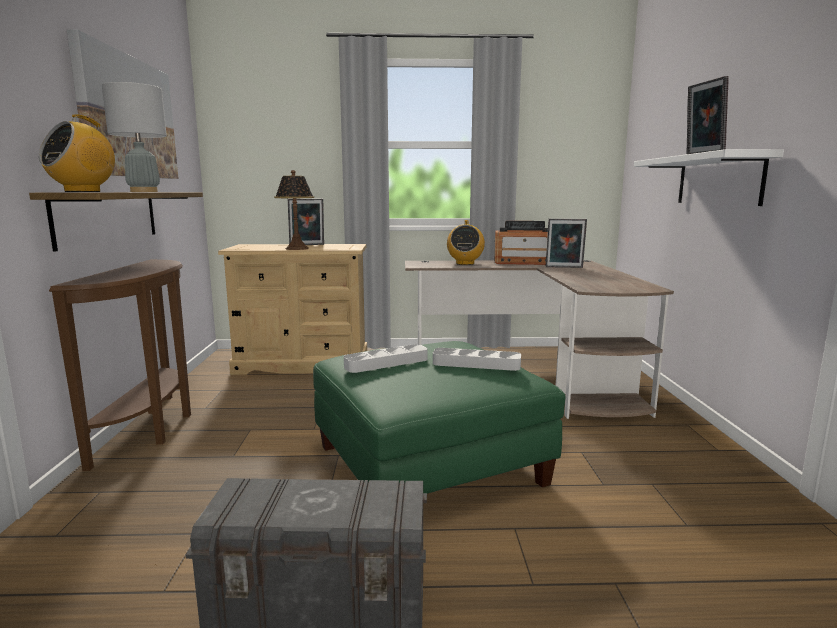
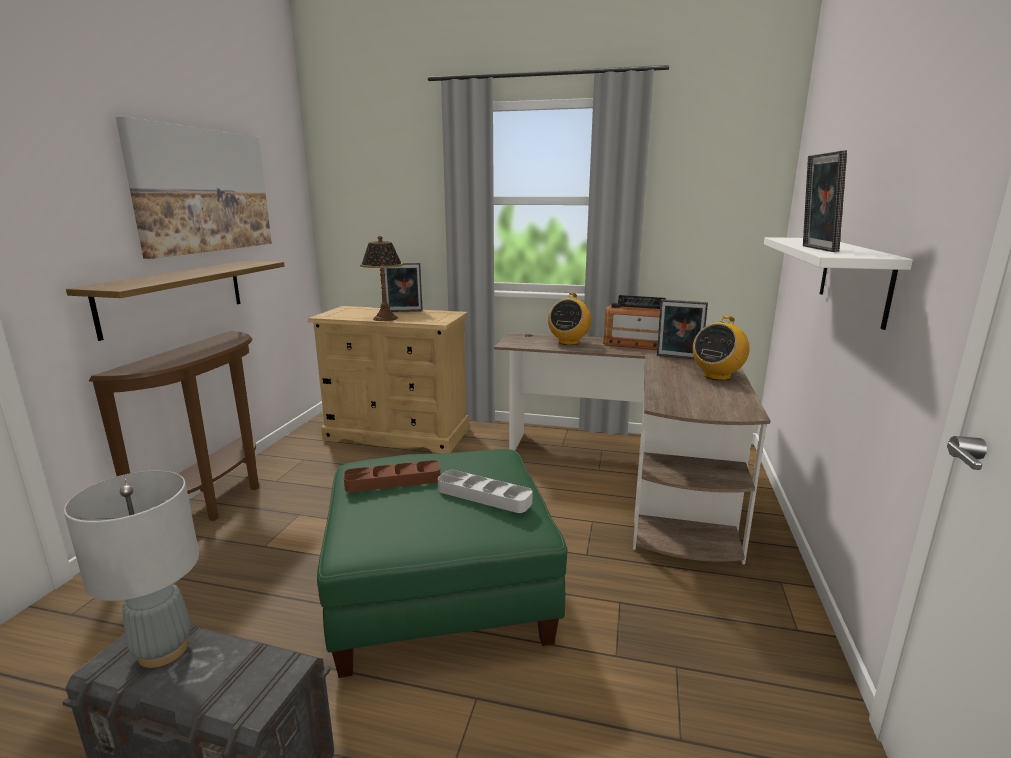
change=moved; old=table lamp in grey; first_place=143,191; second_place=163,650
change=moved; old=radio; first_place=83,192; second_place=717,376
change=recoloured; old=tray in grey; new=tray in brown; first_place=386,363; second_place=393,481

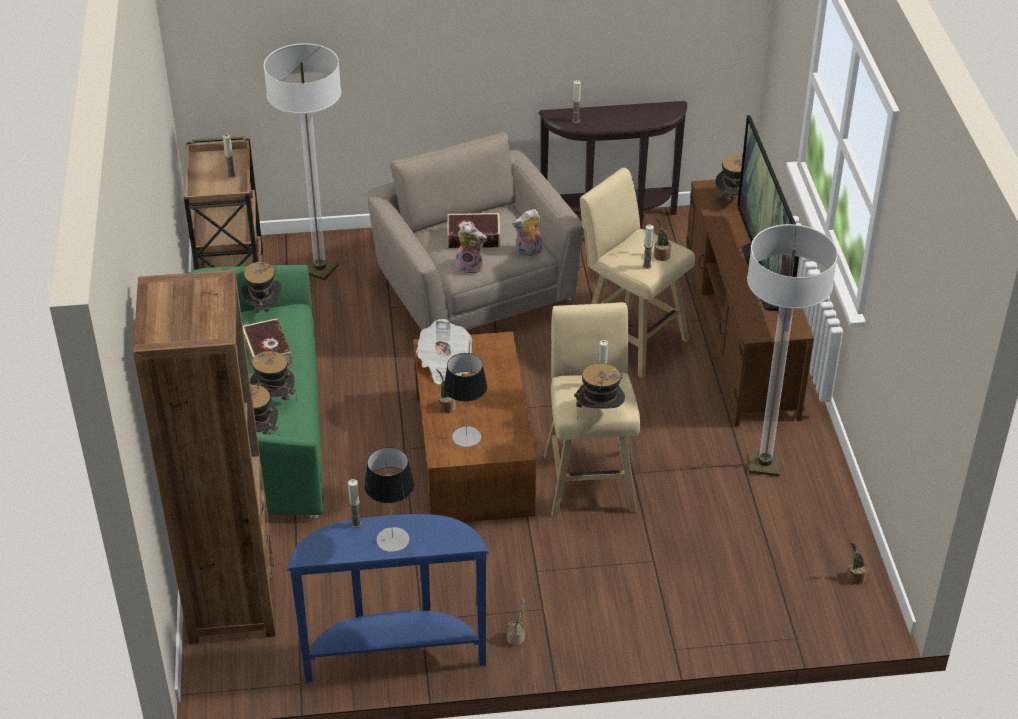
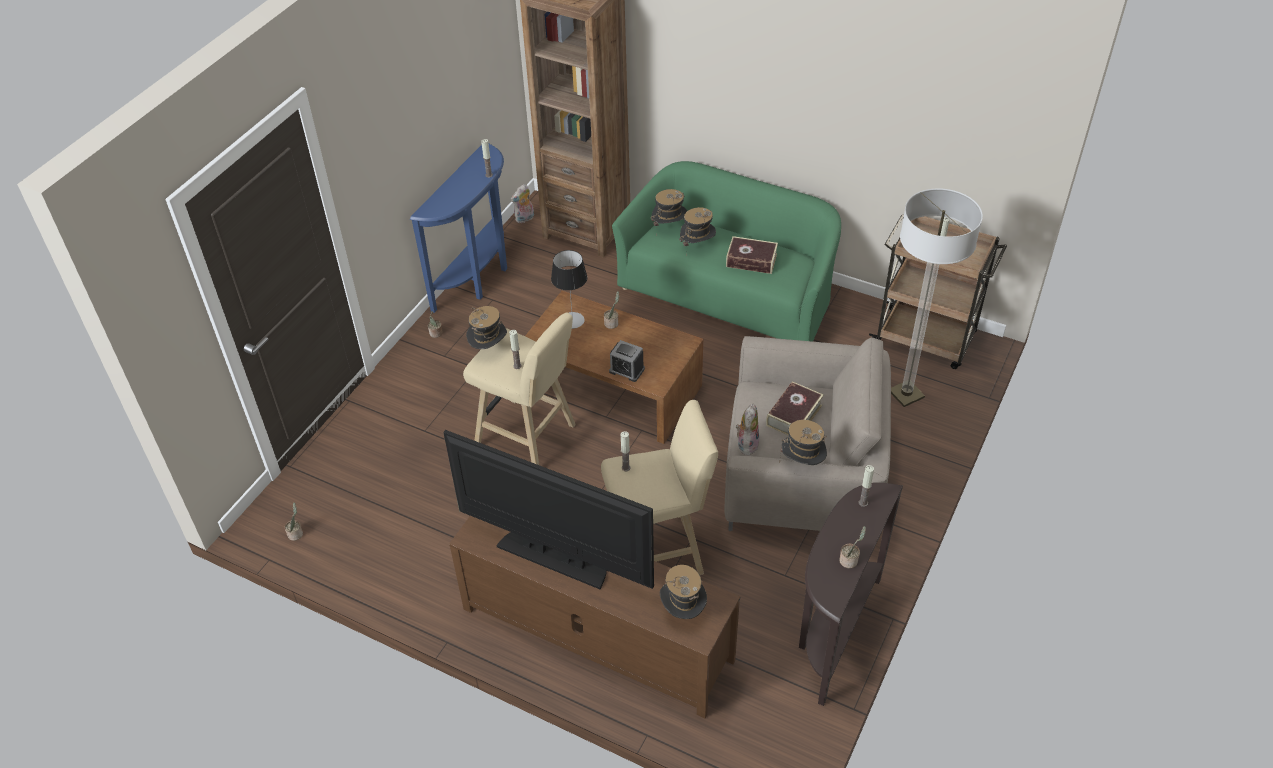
change=moved; old=potted plant; first_place=661,255; second_place=850,560
change=moved; old=plush toy; first_place=471,266; second_place=524,219
change=removed; old=floor lamp; first_place=764,464
change=moved; old=hat; first_place=263,309; second_place=802,464
change=removed; old=newspaper; first_place=445,364
change=removed; old=table lamp; first_place=392,539
change=added; new=alarm clock; second_place=627,370

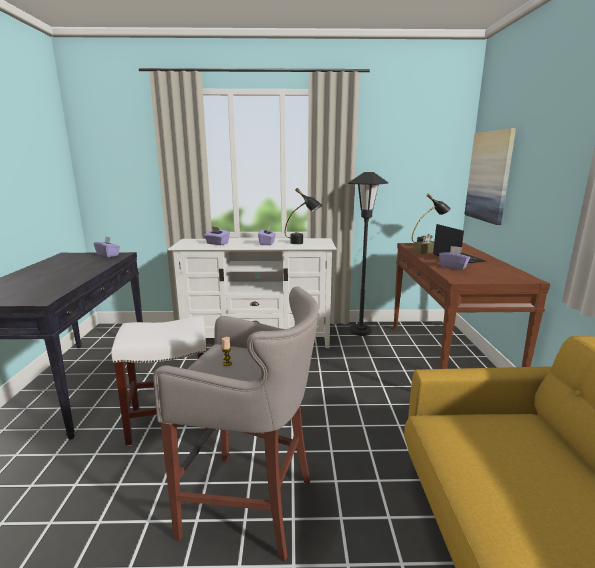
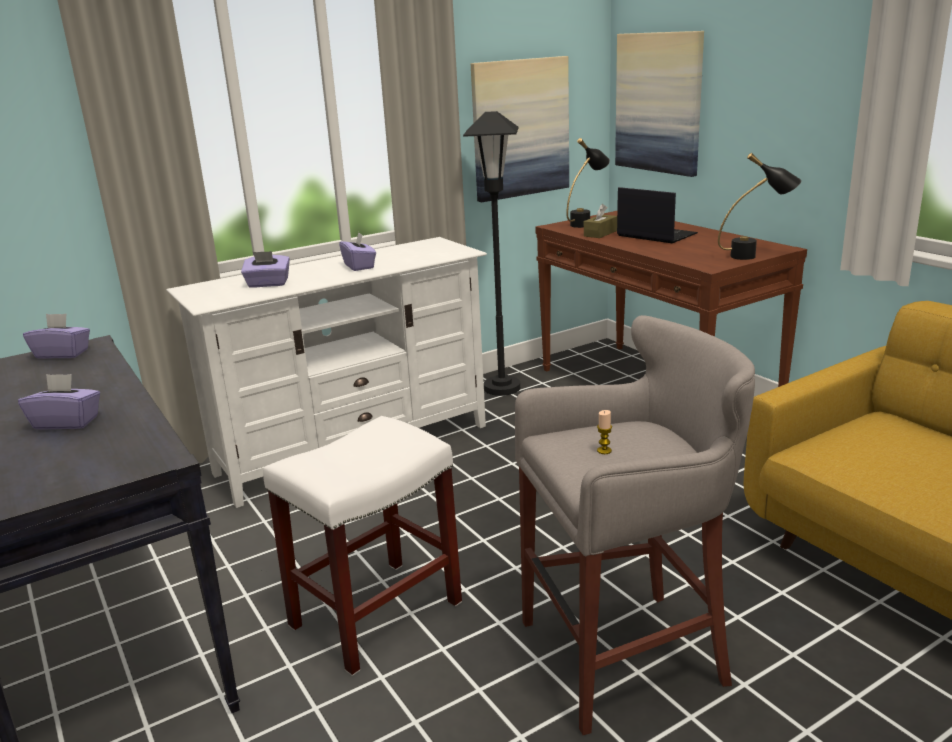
change=moved; old=table lamp in black; first_place=302,243; second_place=754,256
change=moved; old=tissue box in purple; first_place=453,267; second_place=67,422
change=added; new=picture; second_place=520,128

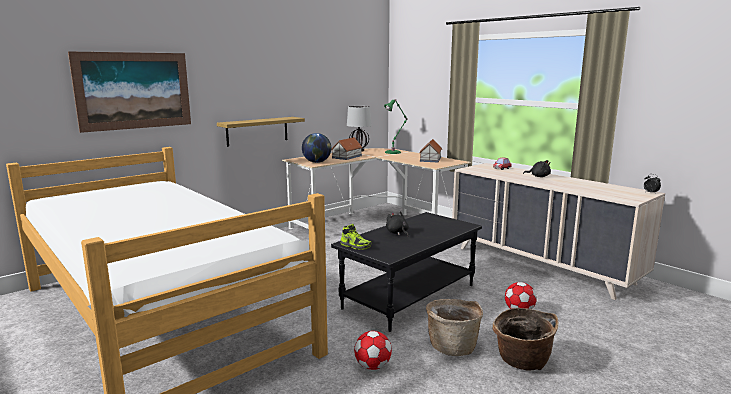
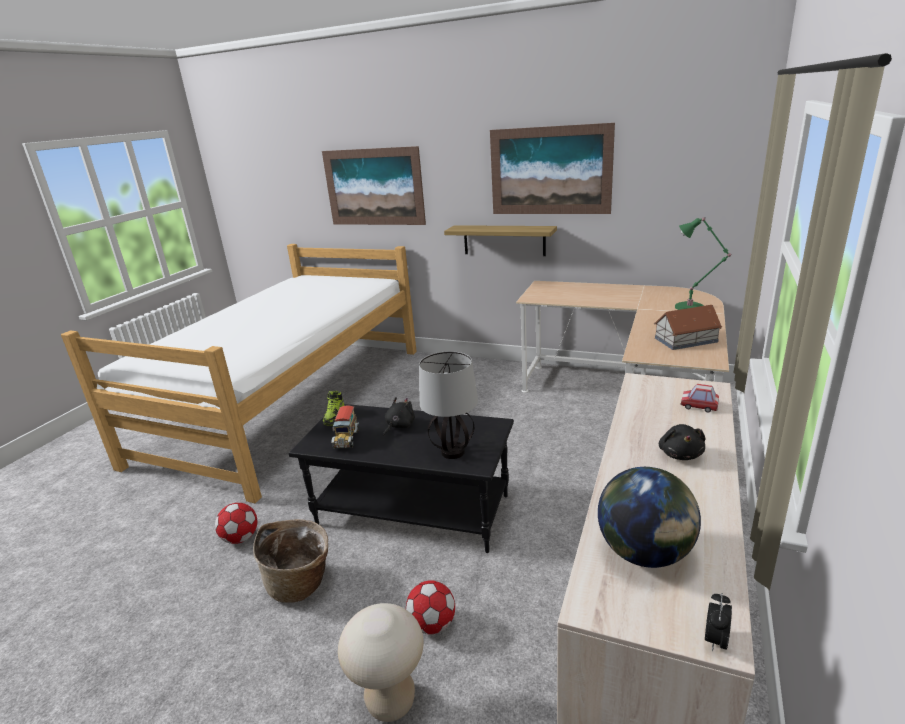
change=moved; old=table lamp; first_place=359,150; second_place=453,452
change=moved; old=globe; first_place=317,162; second_place=645,553
change=removed; old=toy house; first_place=347,157
change=removed; old=basket; first_place=521,362
change=added; new=picture; second_place=550,171
change=added; new=toy truck; second_place=346,439
change=added; new=stool in beige; second_place=391,701

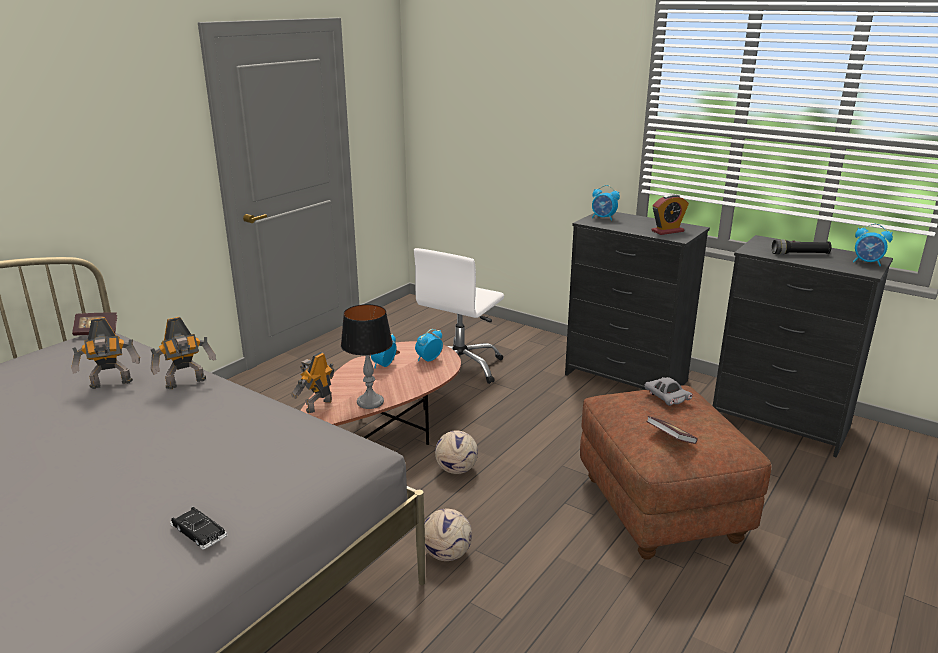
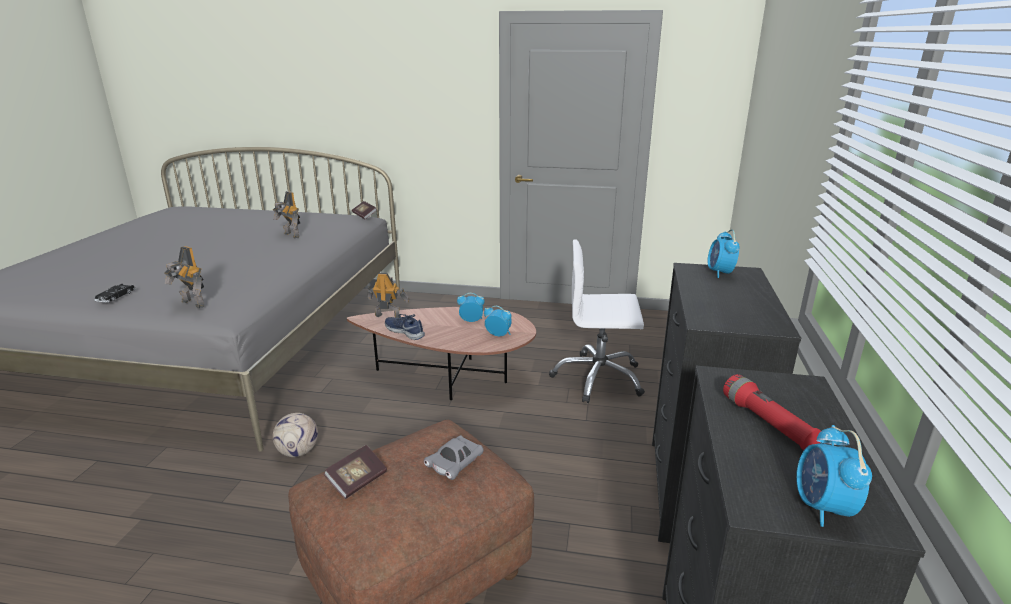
change=removed; old=alarm clock; first_place=667,231
change=recoloured; old=flashlight in black; new=flashlight in red; first_place=800,254; second_place=767,423
change=replaced; old=table lamp; new=shoe in blue; first_place=370,402; second_place=405,331
change=moved; old=toy robot; first_place=187,384; second_place=192,304
change=removed; old=football; first_place=456,469

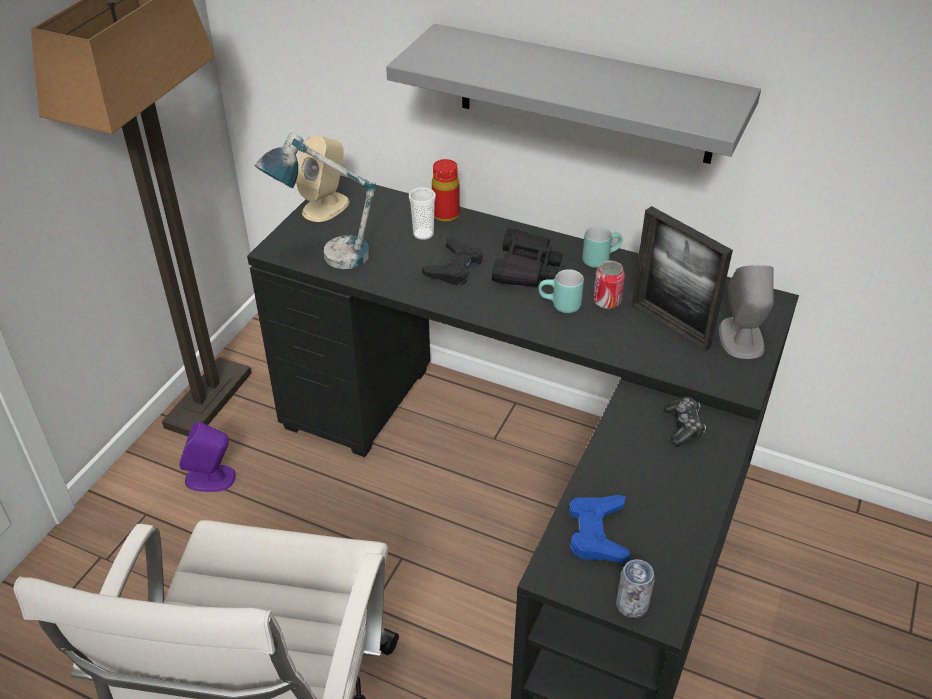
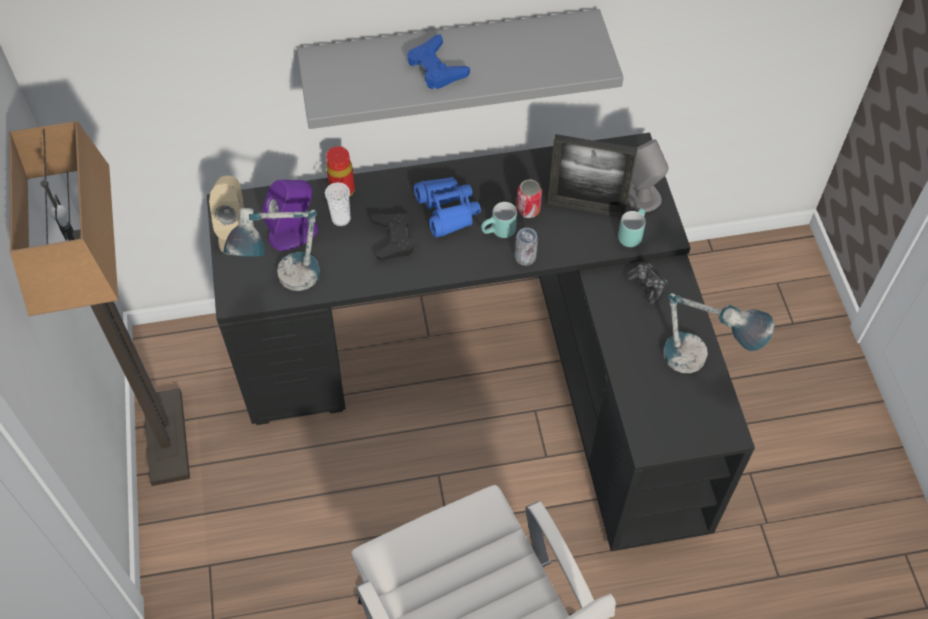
change=moved; old=mug in turquoise; first_place=600,258; second_place=630,234
change=recoloured; old=binoculars in black; new=binoculars in blue; first_place=526,269; second_place=447,211
change=moved; old=speaker in purple; first_place=211,478; second_place=294,232
change=moved; old=game controller in blue; first_place=597,533; second_place=436,68
change=moved; old=can; first_place=632,605; second_place=525,257
change=added; new=table lamp; second_place=701,365

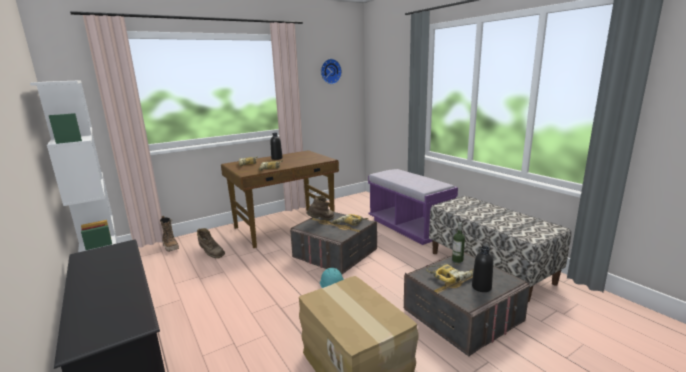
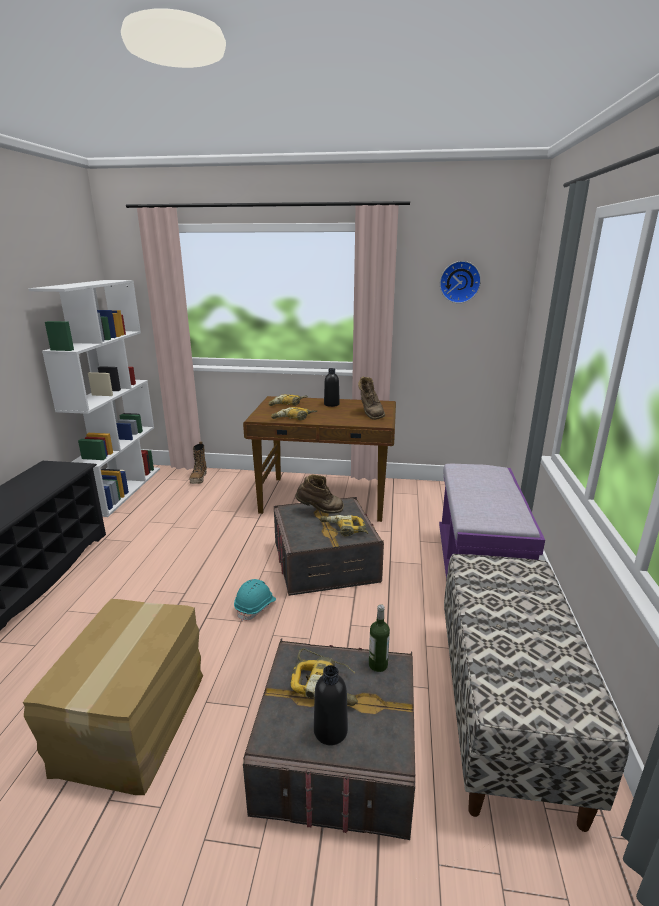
change=moved; old=boot in brown; first_place=211,254; second_place=370,414

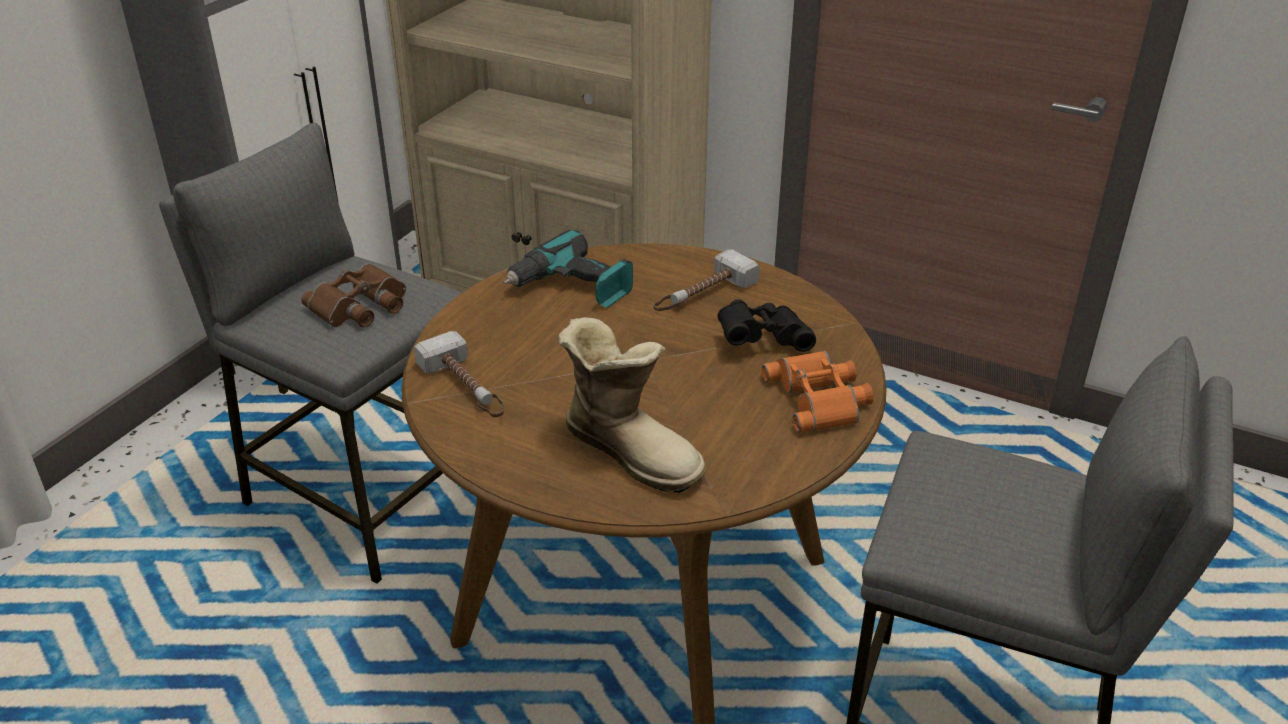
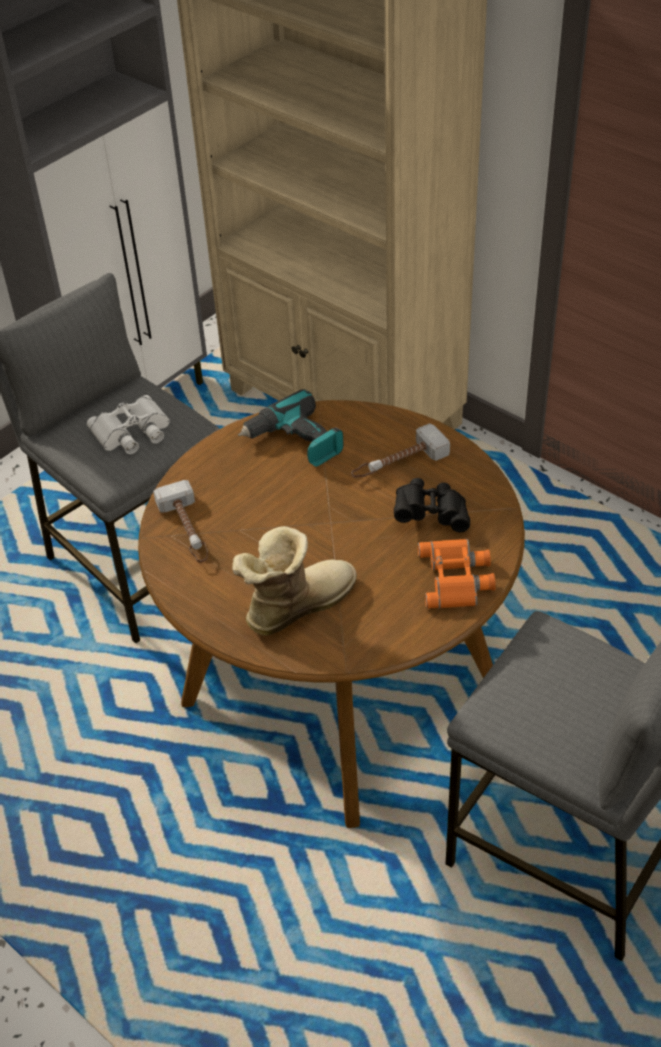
change=recoloured; old=binoculars in brown; new=binoculars in white; first_place=361,306; second_place=132,432
change=turned; old=boot; first_place=632,450; second_place=295,605; degrees=-90

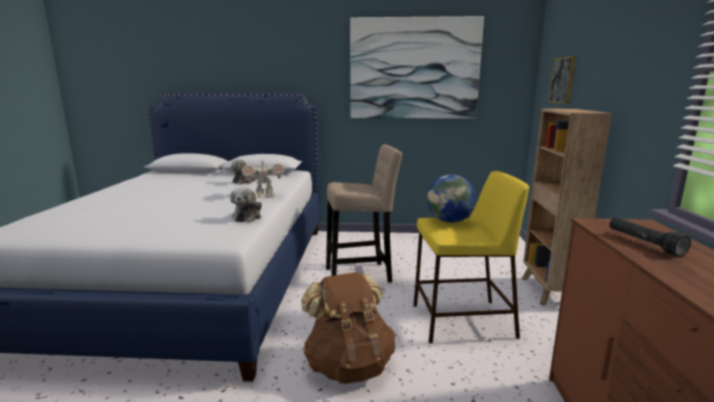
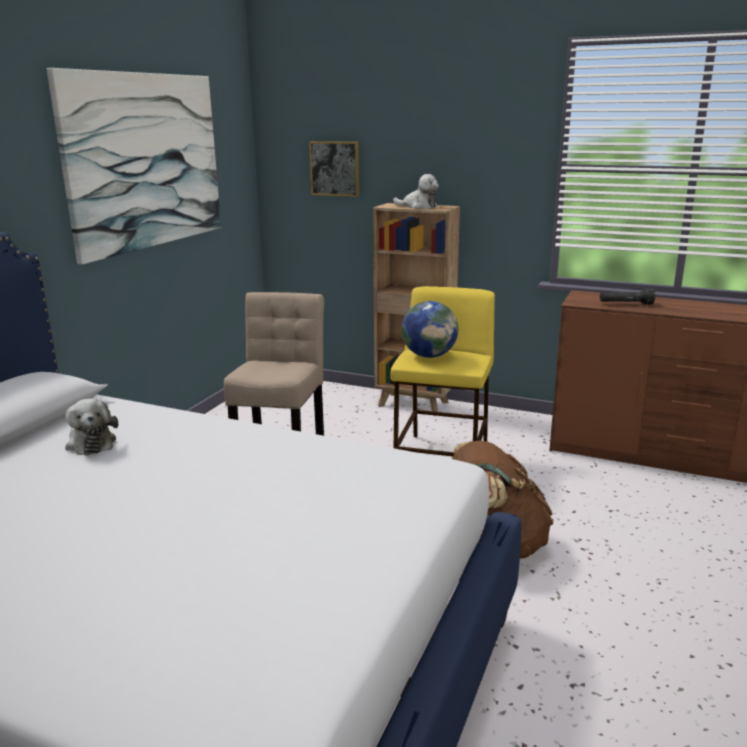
change=removed; old=toy robot; first_place=264,196
change=moved; old=plush toy; first_place=247,216; second_place=418,206

